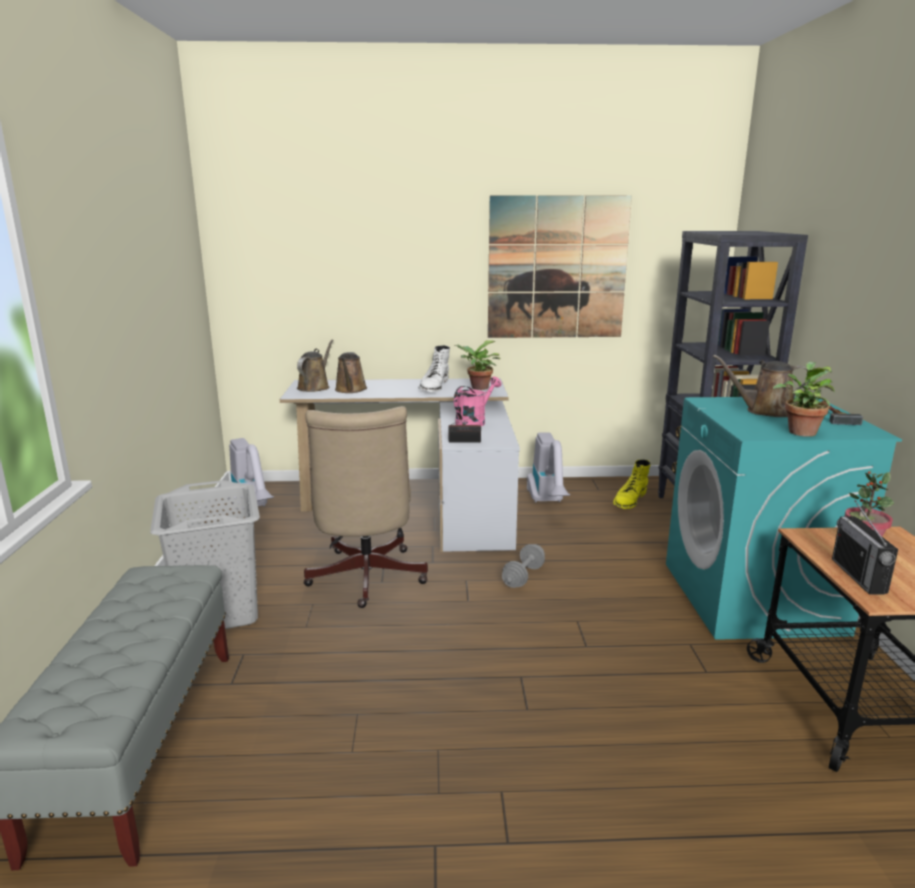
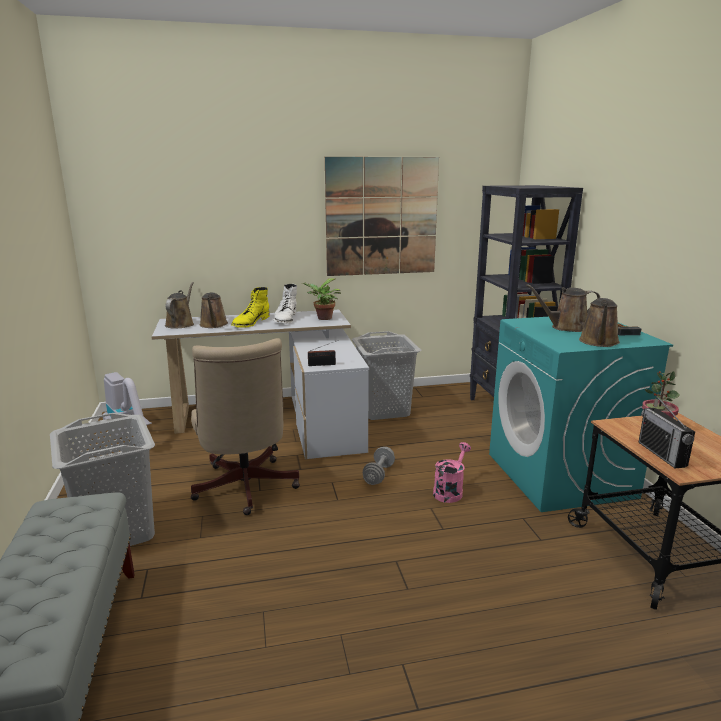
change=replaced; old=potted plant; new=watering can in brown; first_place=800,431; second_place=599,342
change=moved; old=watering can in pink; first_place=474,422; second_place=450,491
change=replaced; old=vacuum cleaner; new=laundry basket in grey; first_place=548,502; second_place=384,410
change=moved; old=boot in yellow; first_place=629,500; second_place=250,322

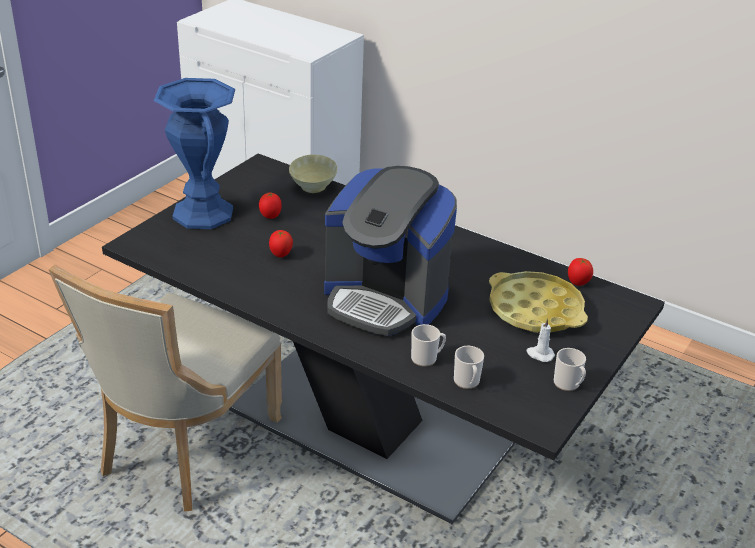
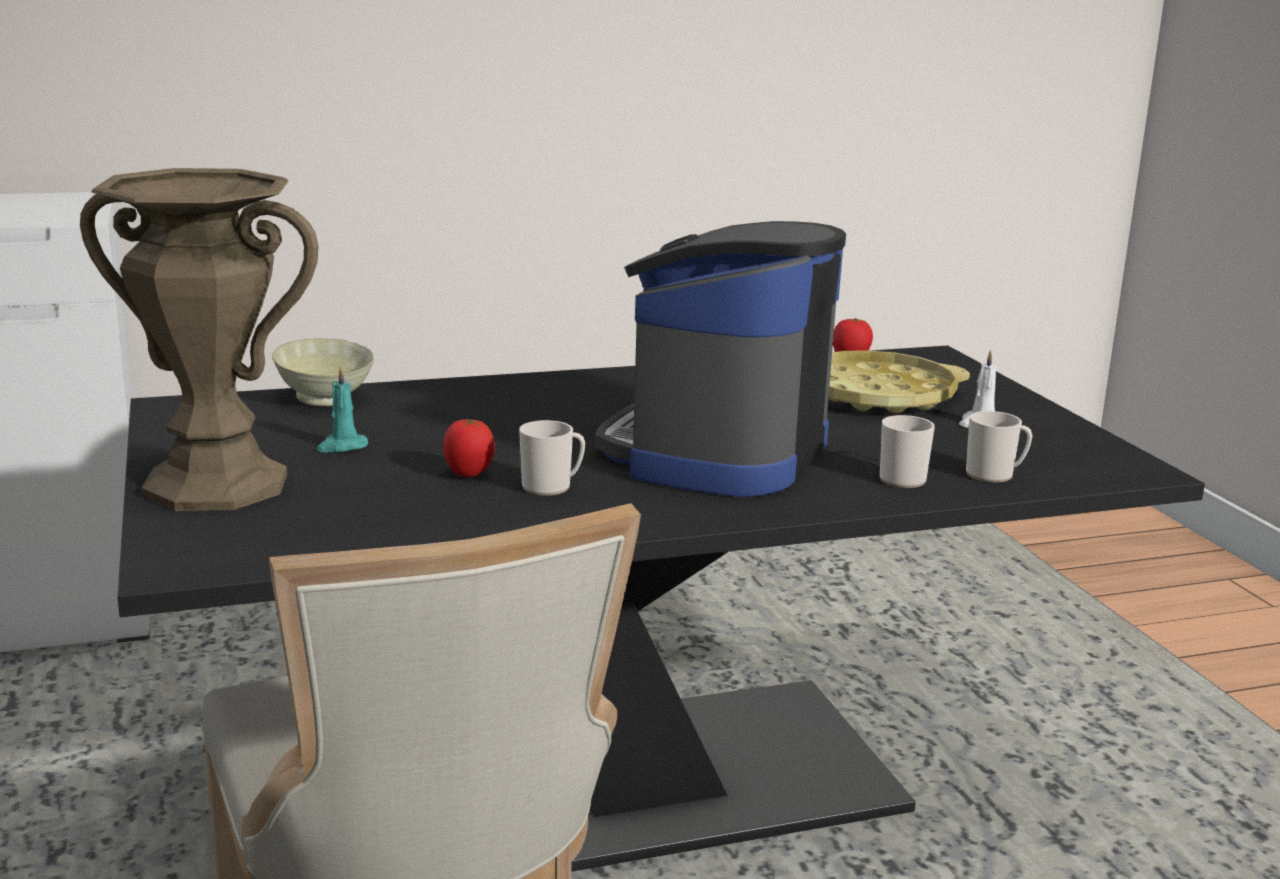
change=recoloured; old=vase in blue; new=vase in brown; first_place=203,213; second_place=217,484
change=turned; old=coffee machine; first_place=385,299; second_place=717,453; degrees=135
change=replaced; old=tomato; new=candle in turquoise; first_place=270,216; second_place=341,446
change=moved; old=mug; first_place=568,384; second_place=552,487

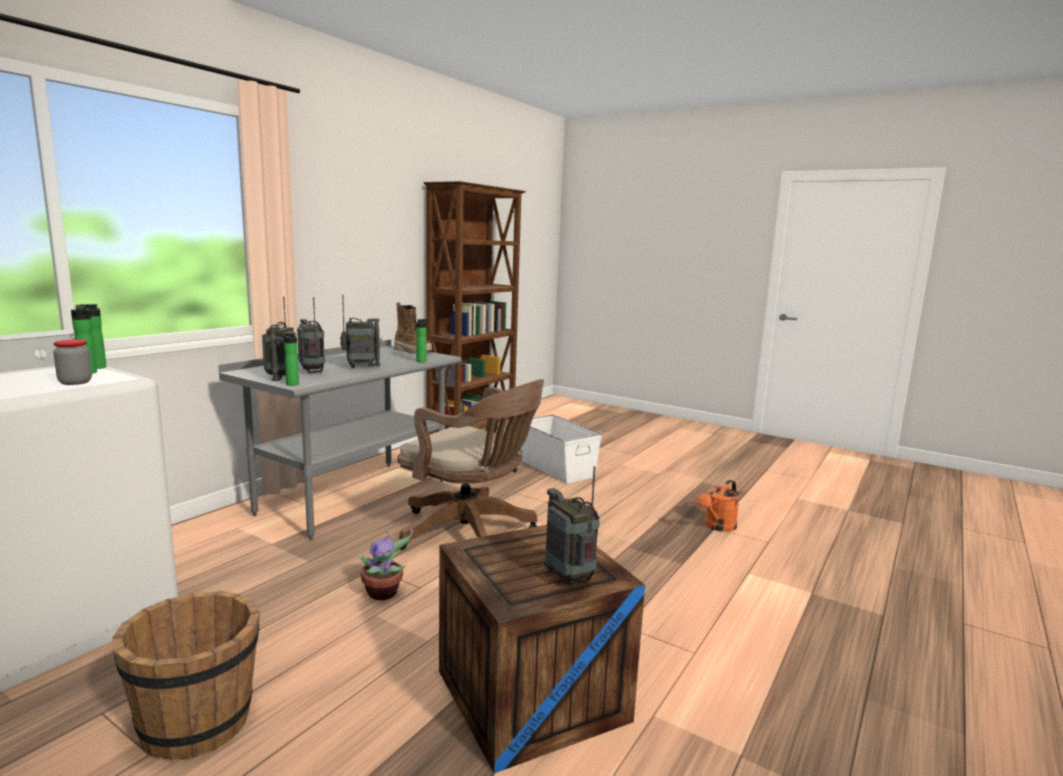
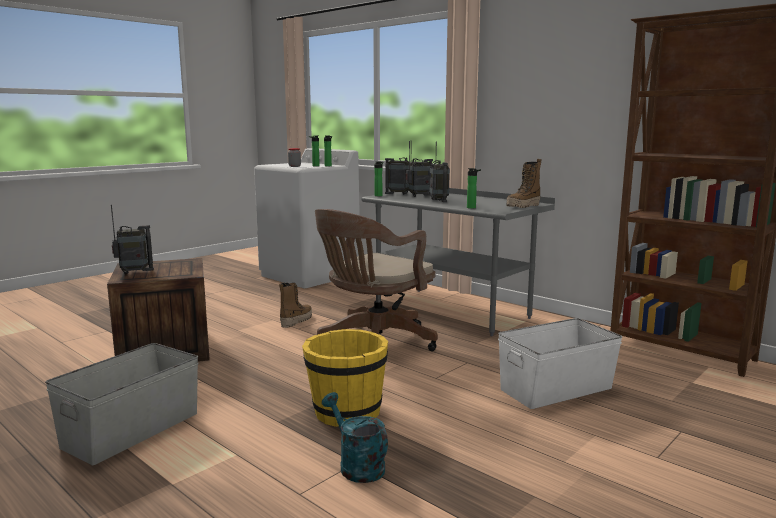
change=recoloured; old=watering can in orange; new=watering can in turquoise; first_place=717,527; second_place=356,465
change=replaced; old=potted plant; new=boot; first_place=383,593; second_place=296,321
change=removed; old=bucket in brown; first_place=198,722
change=added; new=bucket in yellow; second_place=346,412
change=added; new=storage box in grey; second_place=130,430

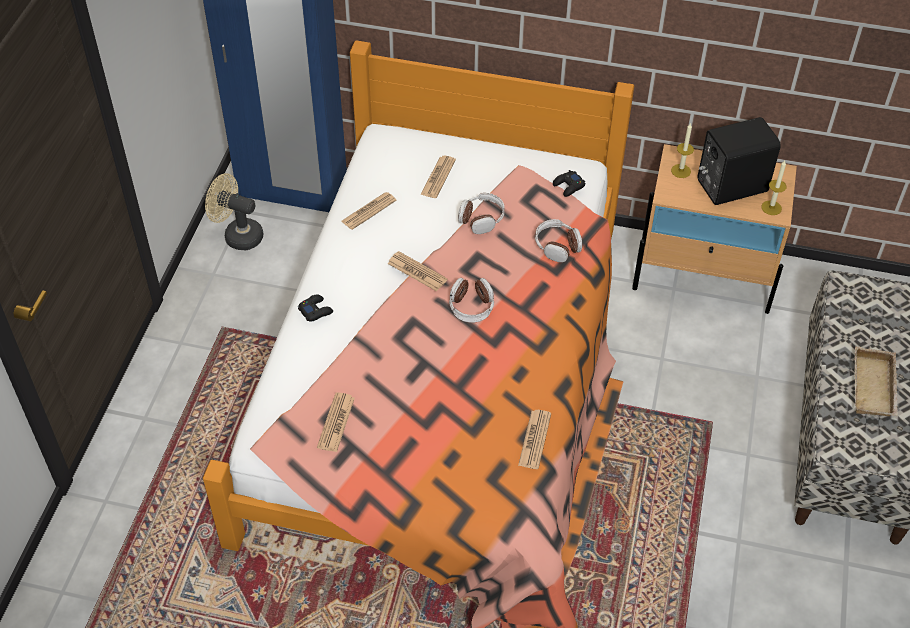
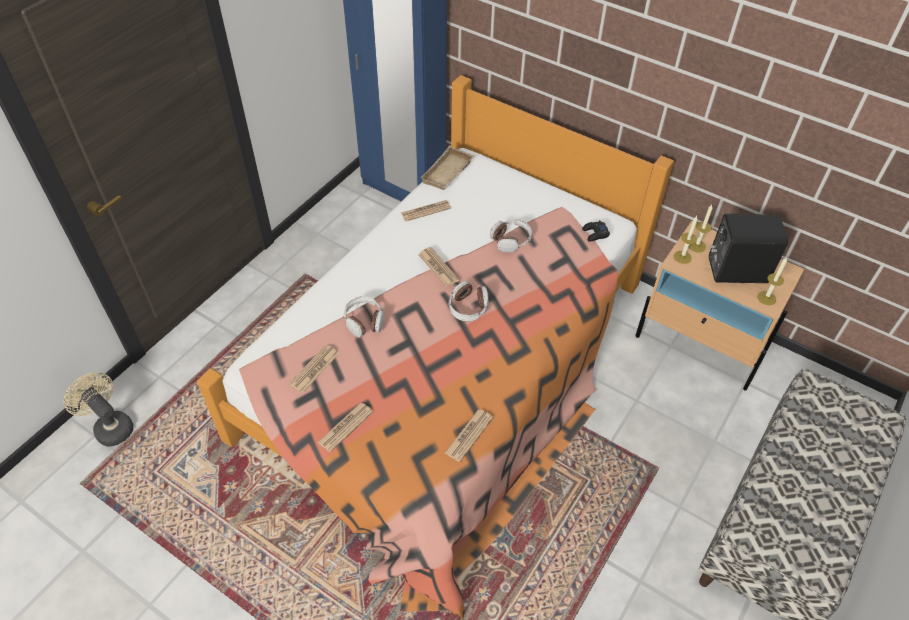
change=moved; old=newspaper; first_place=438,177; second_place=345,427
change=moved; old=fan in beige; first_place=238,235; second_place=110,426
change=moved; old=headphones; first_place=557,246; second_place=364,321
change=removed; old=game controller in black; first_place=315,310
change=moved; old=tray in beige; first_place=875,388; second_place=448,173
change=added; new=candle; second_place=682,257

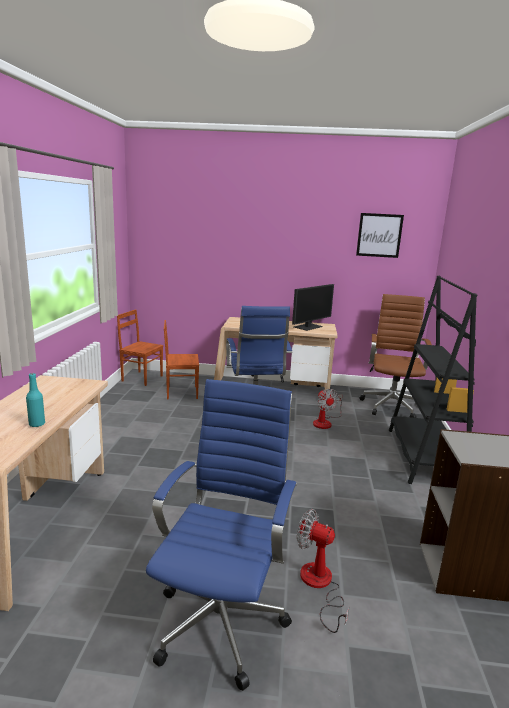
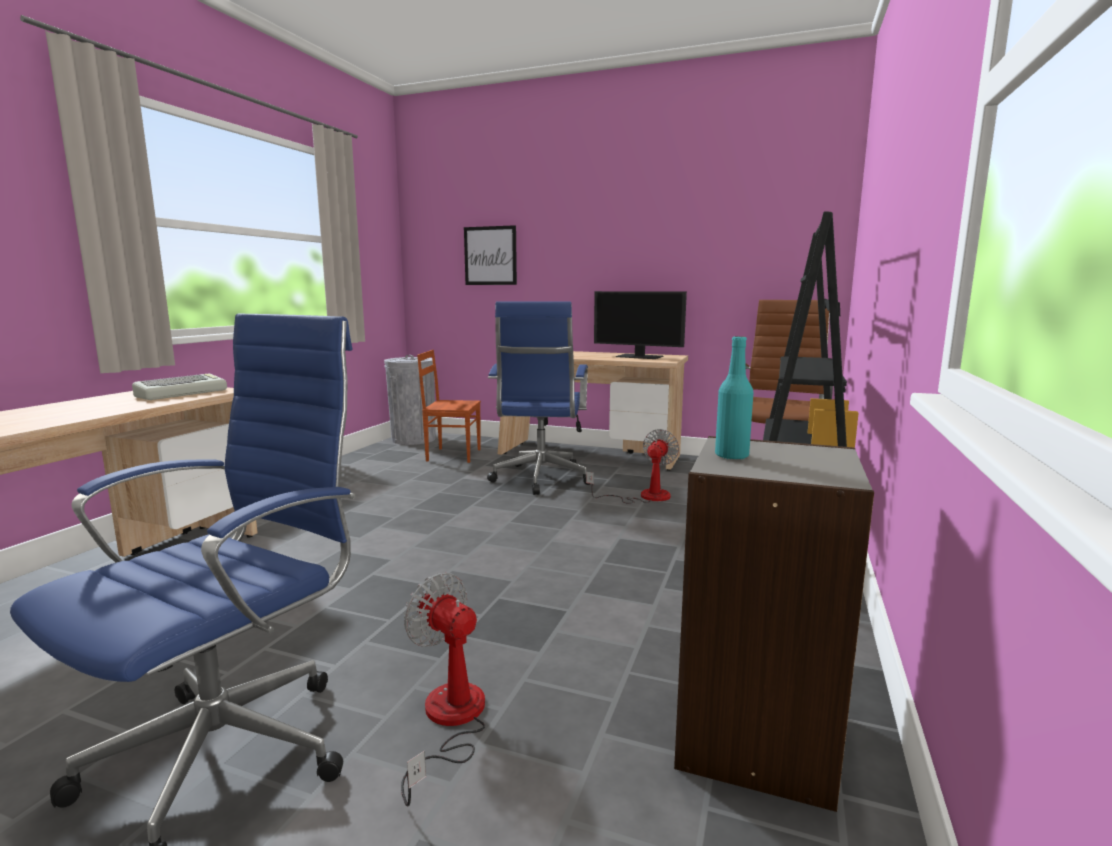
change=moved; old=picture; first_place=379,235; second_place=490,256
change=turned; old=monitor; first_place=308,327; second_place=640,357; degrees=60
change=replaced; old=chair in brown; new=trash can in grey; first_place=142,378; second_place=413,439
change=moved; old=bottle in turquoise; first_place=37,424; second_place=731,456
change=turned; old=fan; first_place=325,422; second_place=644,497; degrees=-150
change=added; new=keyboard; second_place=182,393

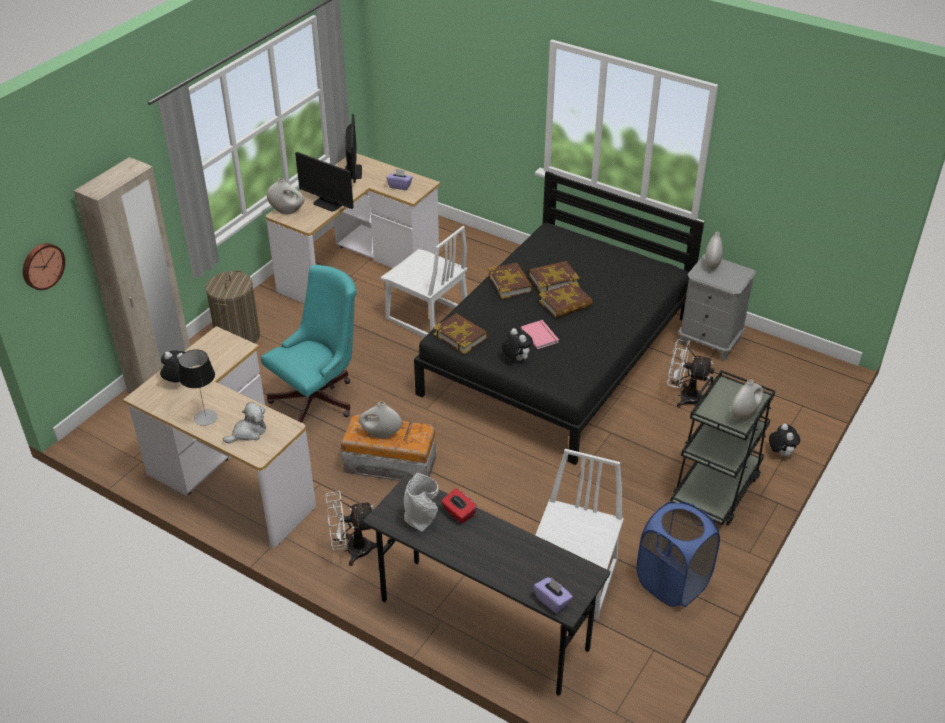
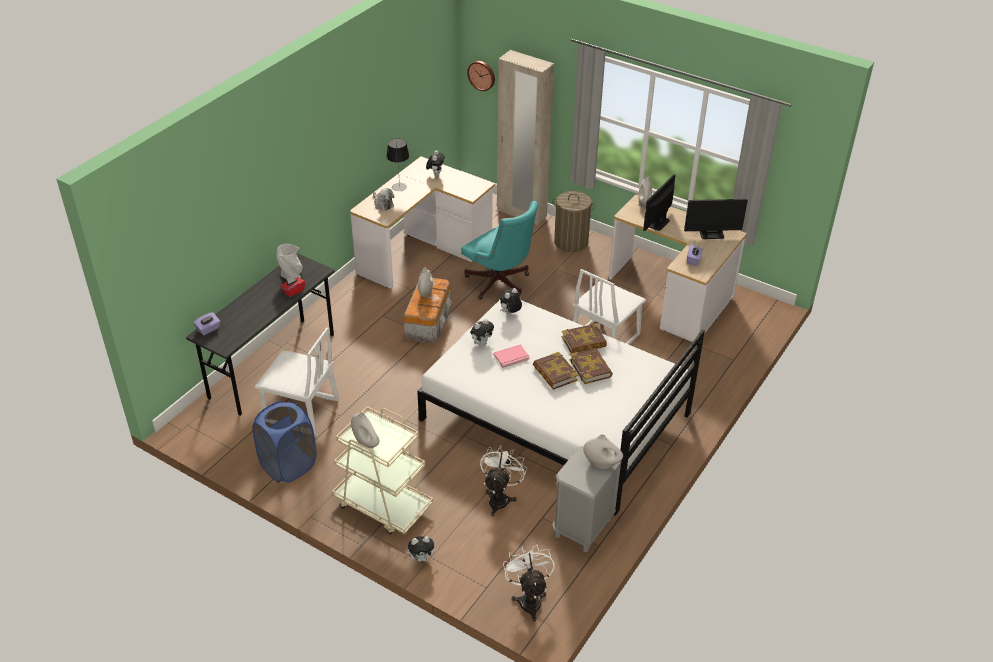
change=recoloured; old=bed in black; new=bed in white; first_place=557,356; second_place=555,417
change=replaced; old=book; new=plush toy; first_place=461,336; second_place=510,313
change=recoloured; old=cart in black; new=cart in beige; first_place=715,489; second_place=382,505
change=moved; old=fan in white; first_place=352,550; second_place=529,599

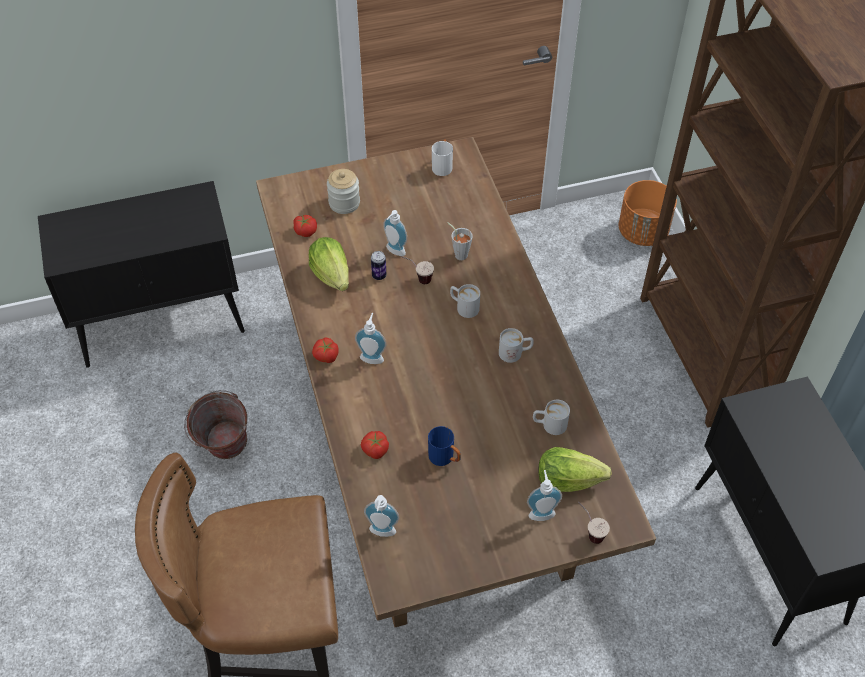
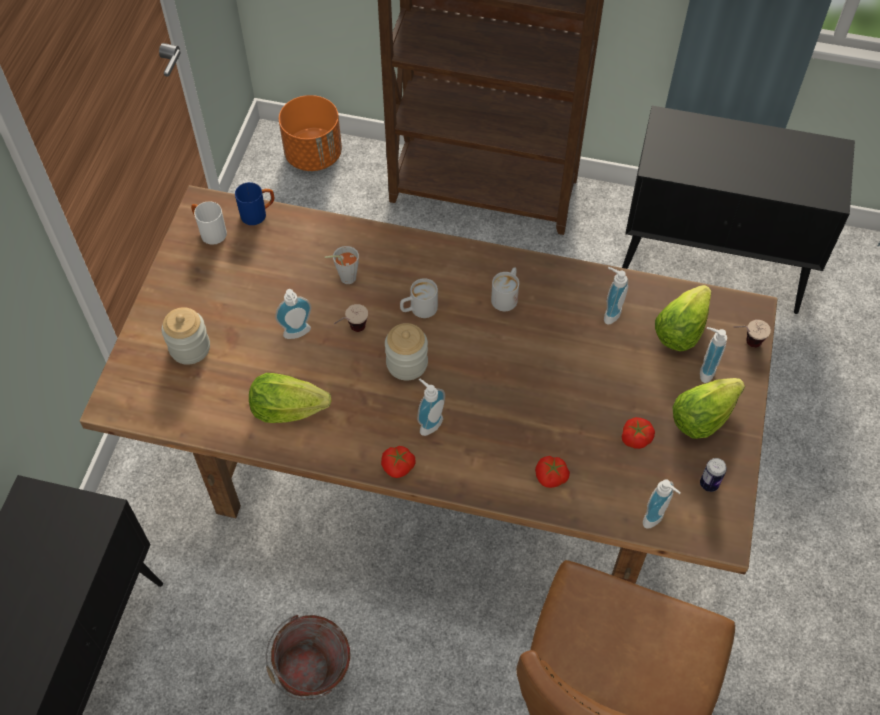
change=moved; old=tomato; first_place=305,231; second_place=635,438
change=moved; old=can; first_place=379,276; second_place=709,484
change=replaced; old=mug in white; new=soap dispenser; first_place=549,425; second_place=609,312
change=moved; old=mug in blue; first_place=445,458; second_place=258,214
change=added; new=jar; second_place=407,363
change=added; new=lettuce; second_place=701,417

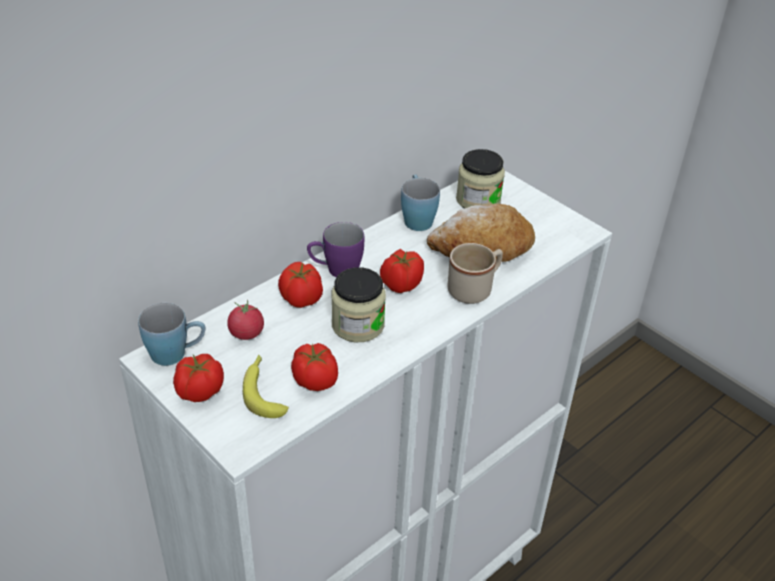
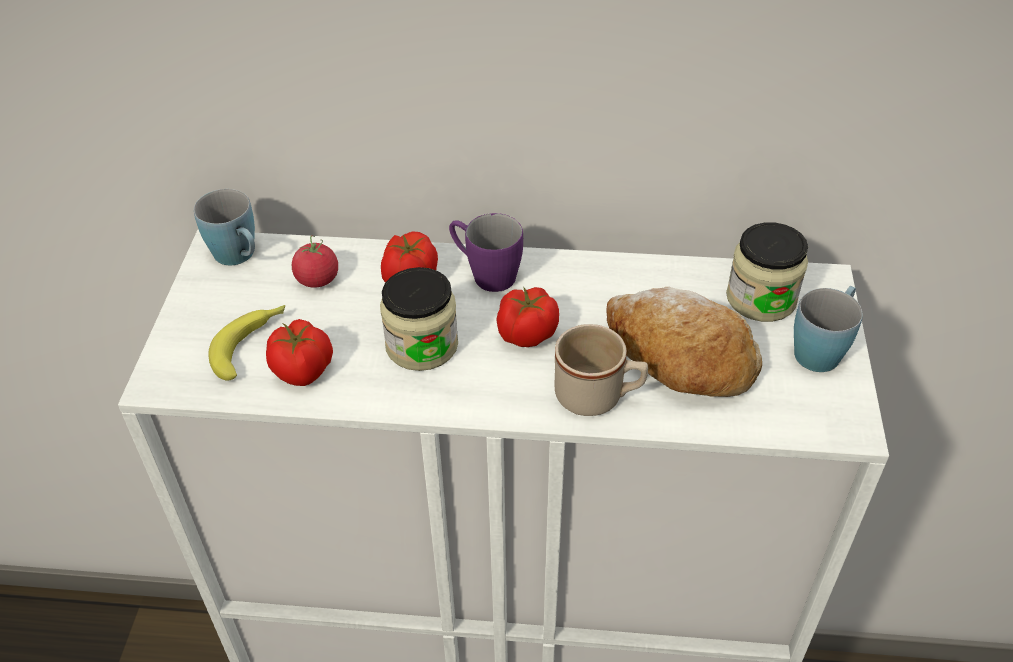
change=moved; old=mug in blue; first_place=416,218; second_place=822,348
change=removed; old=tomato; first_place=199,391

